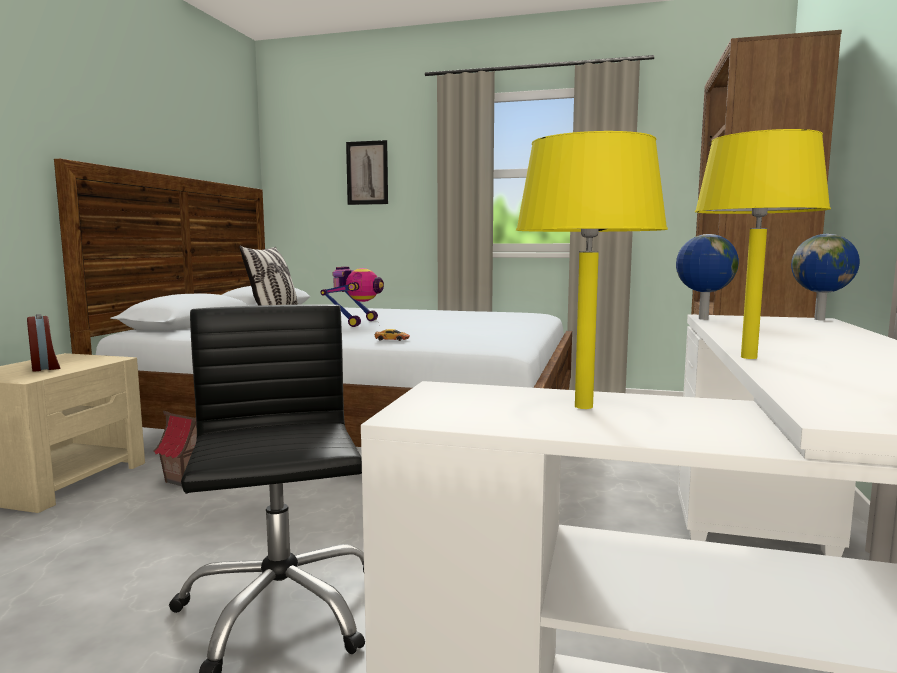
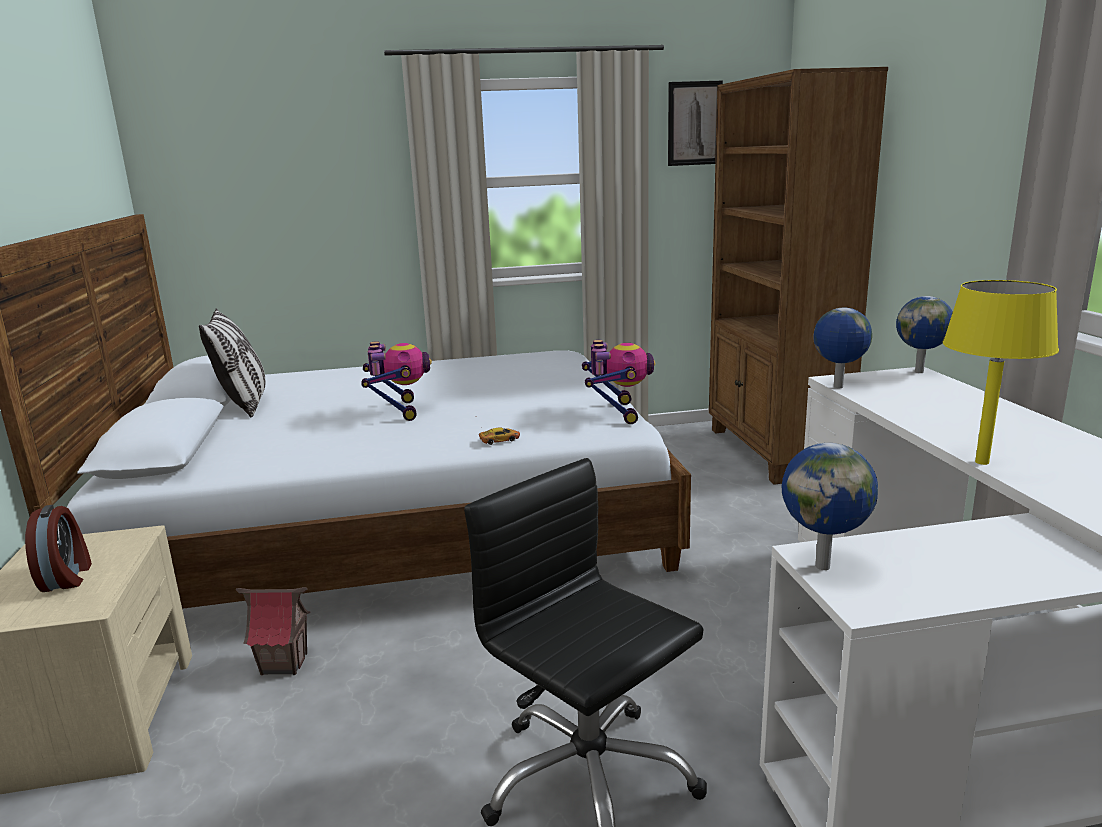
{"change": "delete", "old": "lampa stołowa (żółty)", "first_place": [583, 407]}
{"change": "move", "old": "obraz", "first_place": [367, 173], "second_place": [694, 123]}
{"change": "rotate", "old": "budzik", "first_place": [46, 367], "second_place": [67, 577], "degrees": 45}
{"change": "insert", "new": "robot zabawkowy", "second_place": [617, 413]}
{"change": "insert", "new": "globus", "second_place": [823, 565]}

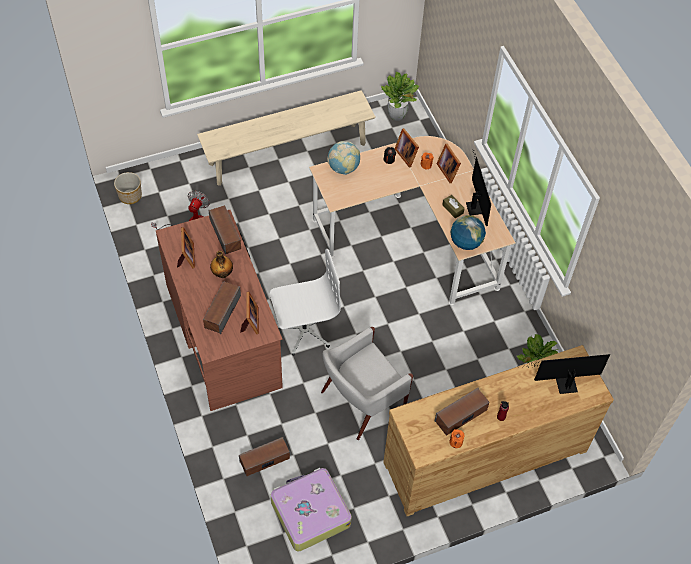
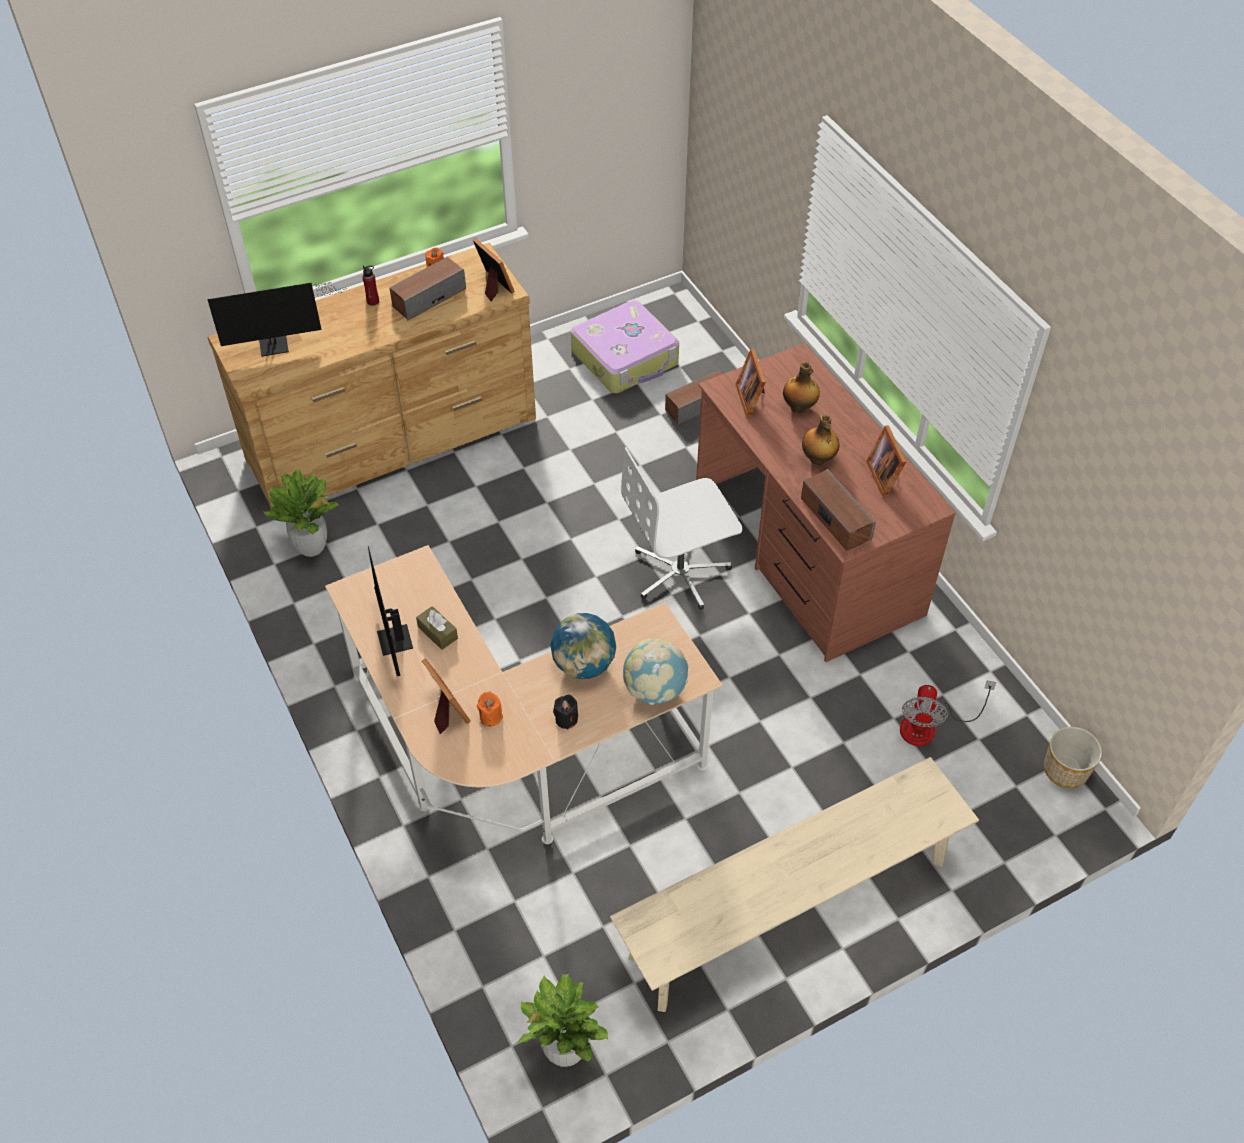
{"change": "move", "old": "ramka na zdjęcie", "first_place": [406, 155], "second_place": [493, 286]}
{"change": "move", "old": "globus", "first_place": [465, 242], "second_place": [584, 664]}
{"change": "replace", "old": "głośnik", "new": "butelka", "first_place": [222, 311], "second_place": [799, 407]}
{"change": "delete", "old": "fotel (biały)", "first_place": [361, 402]}

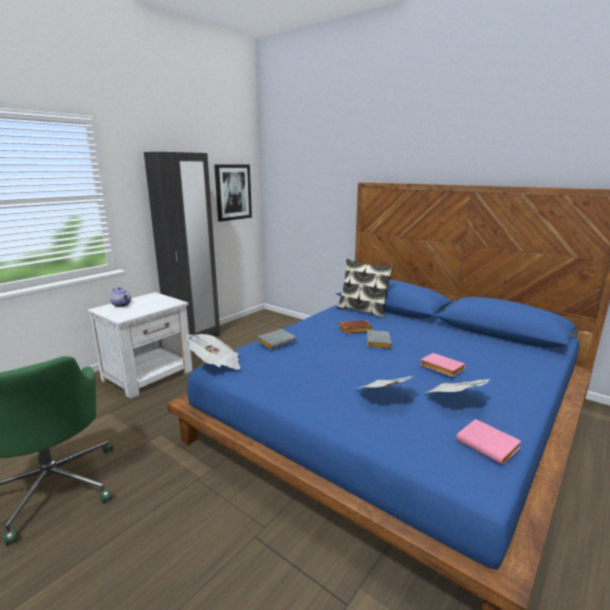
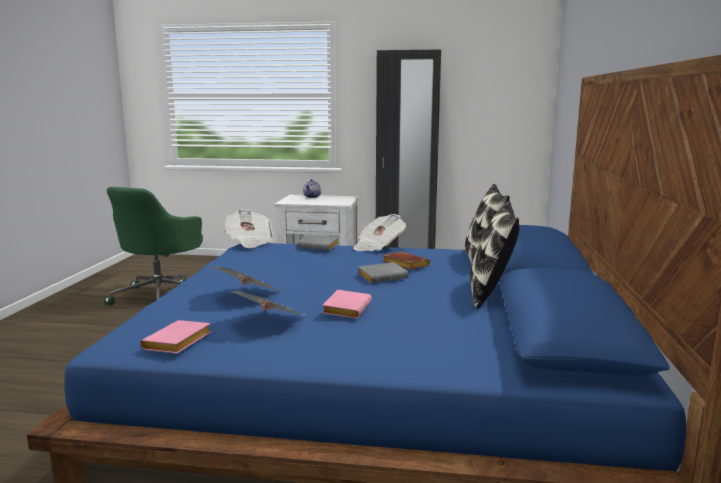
{"change": "delete", "old": "obraz", "first_place": [233, 192]}
{"change": "insert", "new": "poduszka", "second_place": [490, 293]}
{"change": "insert", "new": "gazeta", "second_place": [378, 247]}

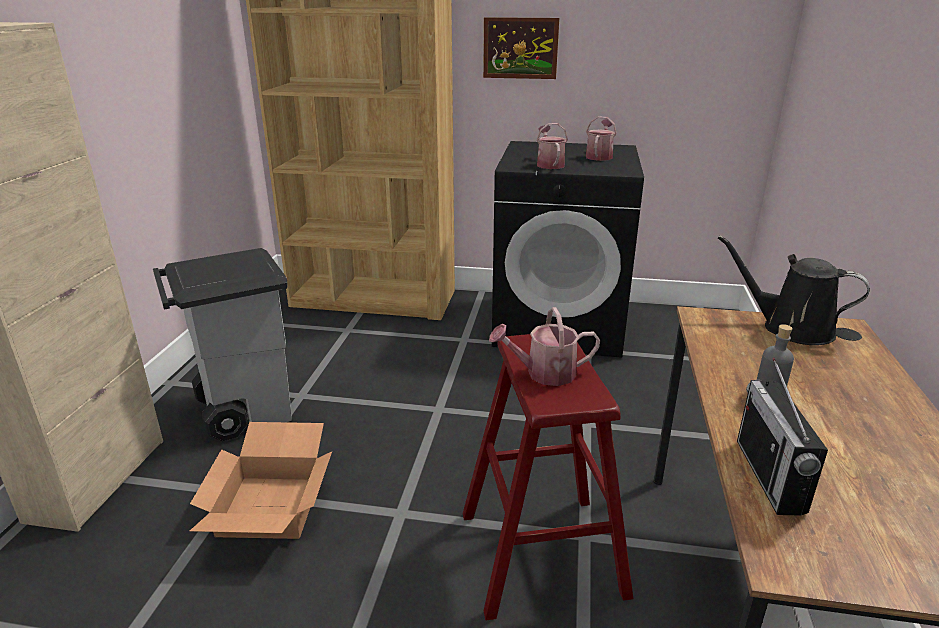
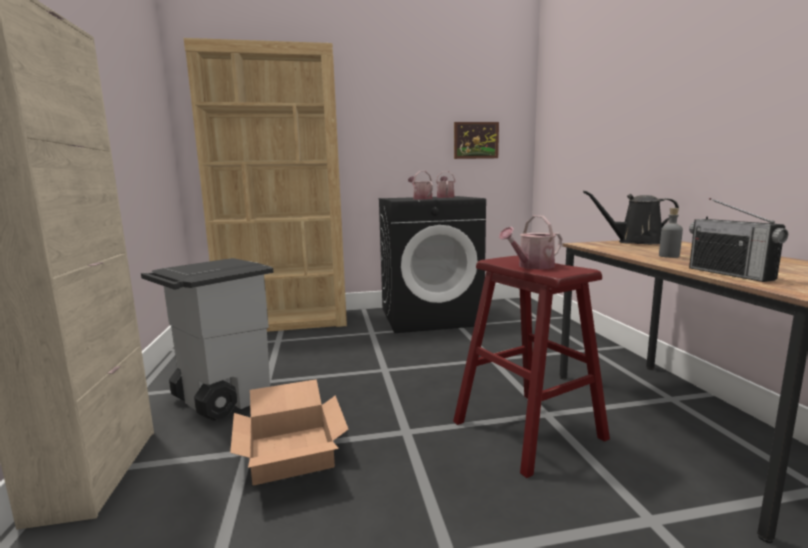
{"change": "move", "old": "obraz", "first_place": [520, 48], "second_place": [476, 140]}

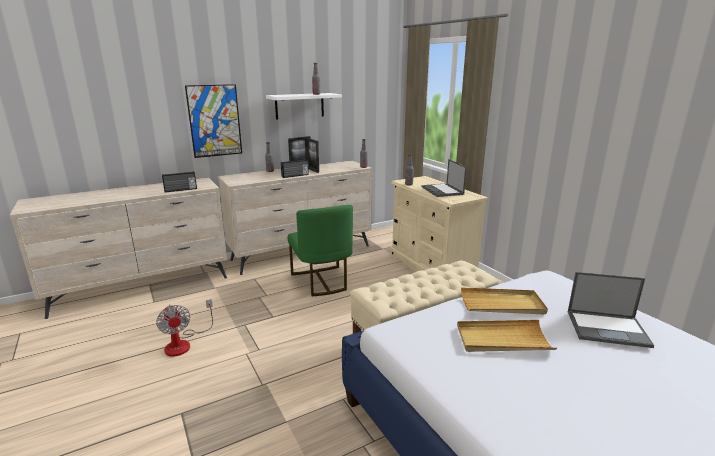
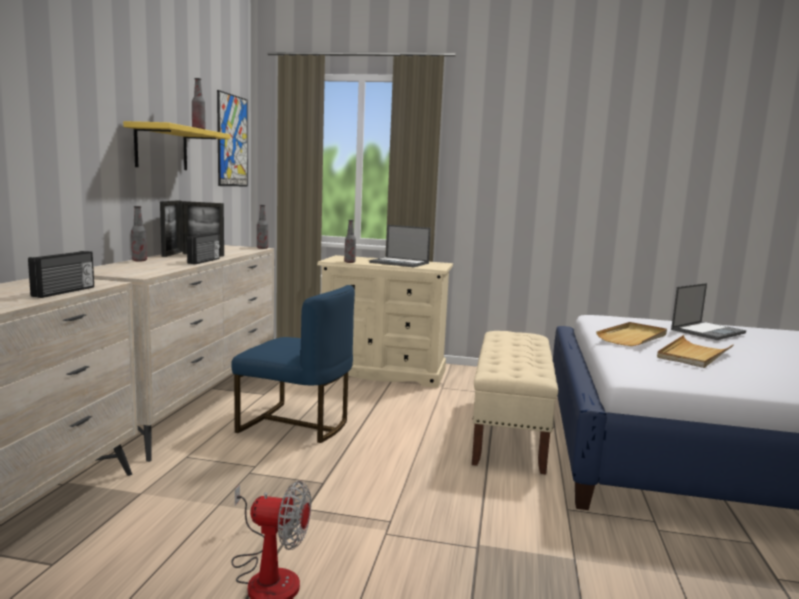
{"change": "move", "old": "obraz", "first_place": [214, 121], "second_place": [232, 141]}
{"change": "recolor", "old": "półka (biały)", "new": "półka (żółty)", "first_place": [299, 106], "second_place": [161, 148]}
{"change": "recolor", "old": "krzesło (zielony)", "new": "krzesło (niebieski)", "first_place": [321, 281], "second_place": [296, 424]}

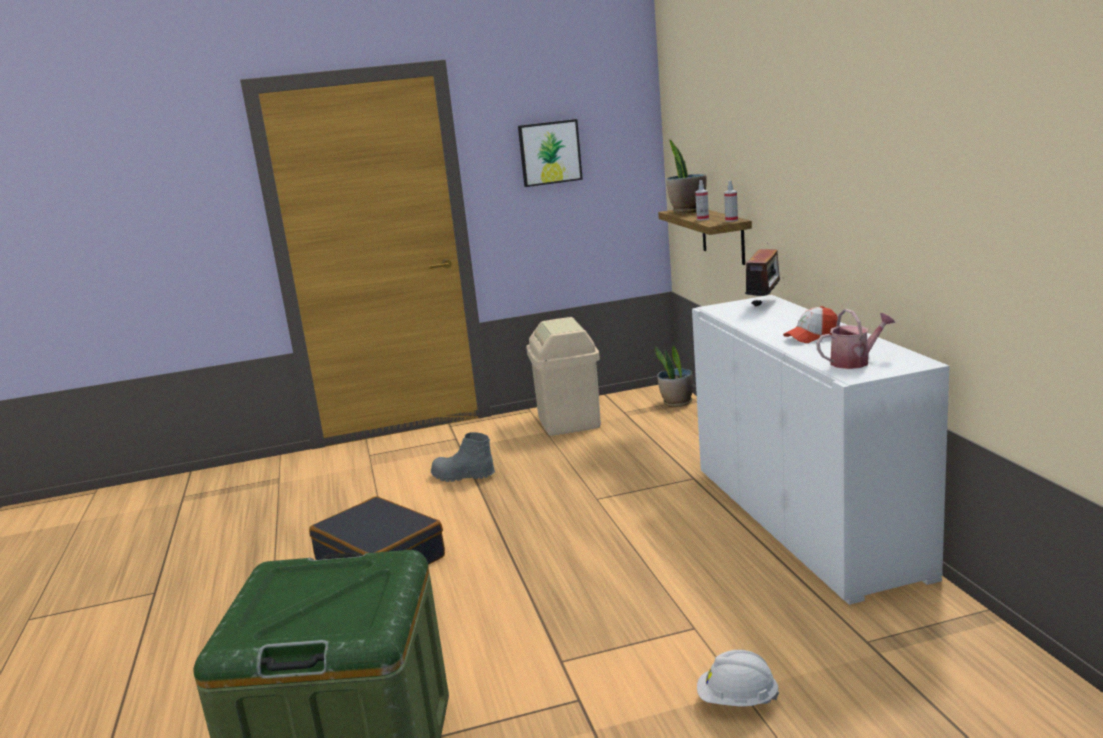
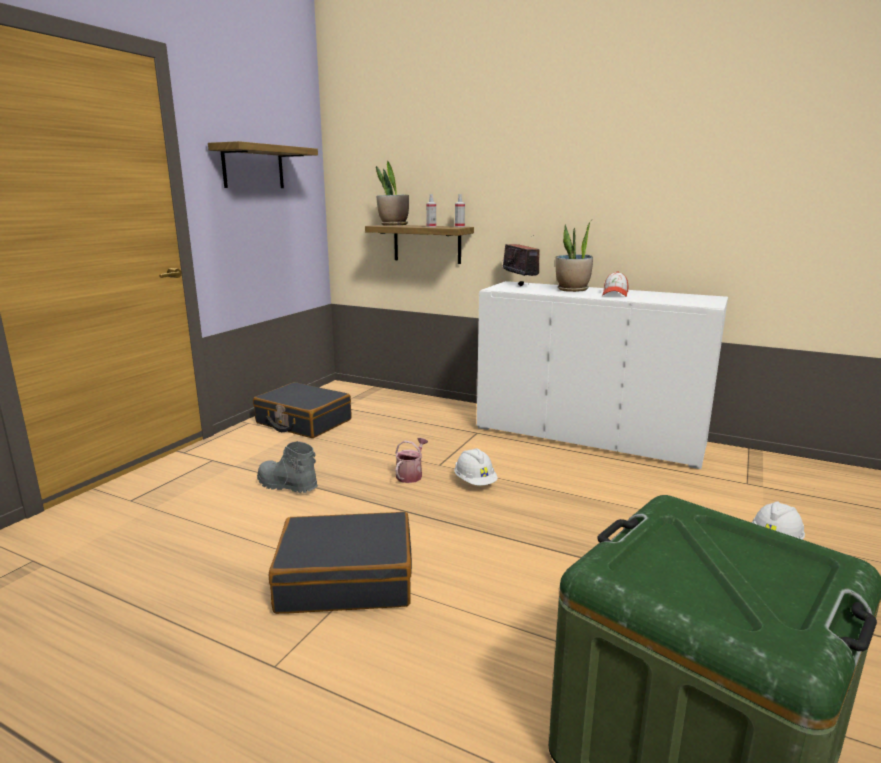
{"change": "replace", "old": "obraz", "new": "półka", "first_place": [549, 152], "second_place": [253, 167]}
{"change": "move", "old": "konewka", "first_place": [854, 361], "second_place": [411, 475]}
{"change": "replace", "old": "kosz na śmieci (beżowy)", "new": "walizka (czarny)", "first_place": [569, 422], "second_place": [303, 422]}
{"change": "move", "old": "roślina doniczkowa", "first_place": [676, 403], "second_place": [572, 290]}
{"change": "rotate", "old": "but z cholewką (szary)", "first_place": [462, 477], "second_place": [286, 486], "degrees": 60}
{"change": "insert", "new": "kask (biały)", "second_place": [475, 482]}

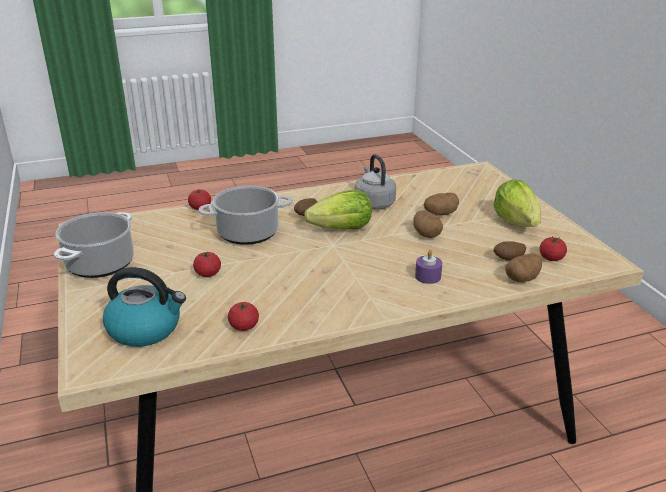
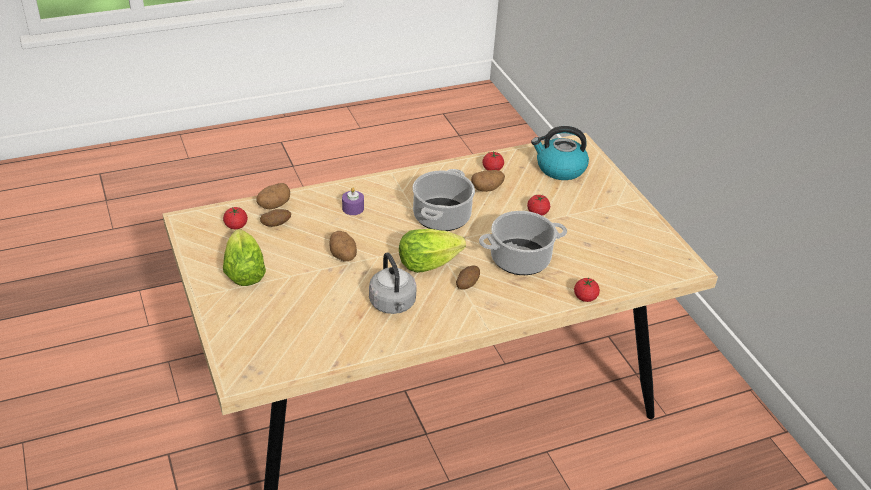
{"change": "move", "old": "ziemniak", "first_place": [440, 214], "second_place": [487, 188]}
{"change": "move", "old": "garnek", "first_place": [101, 263], "second_place": [442, 217]}

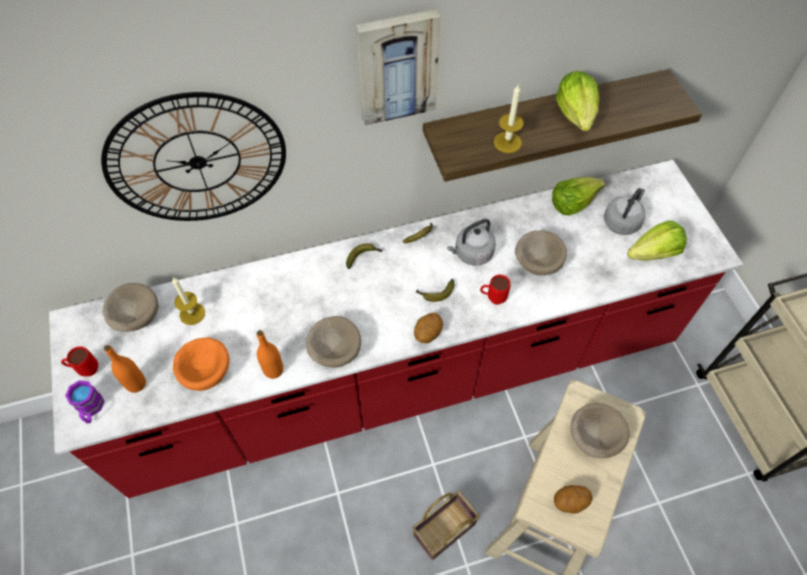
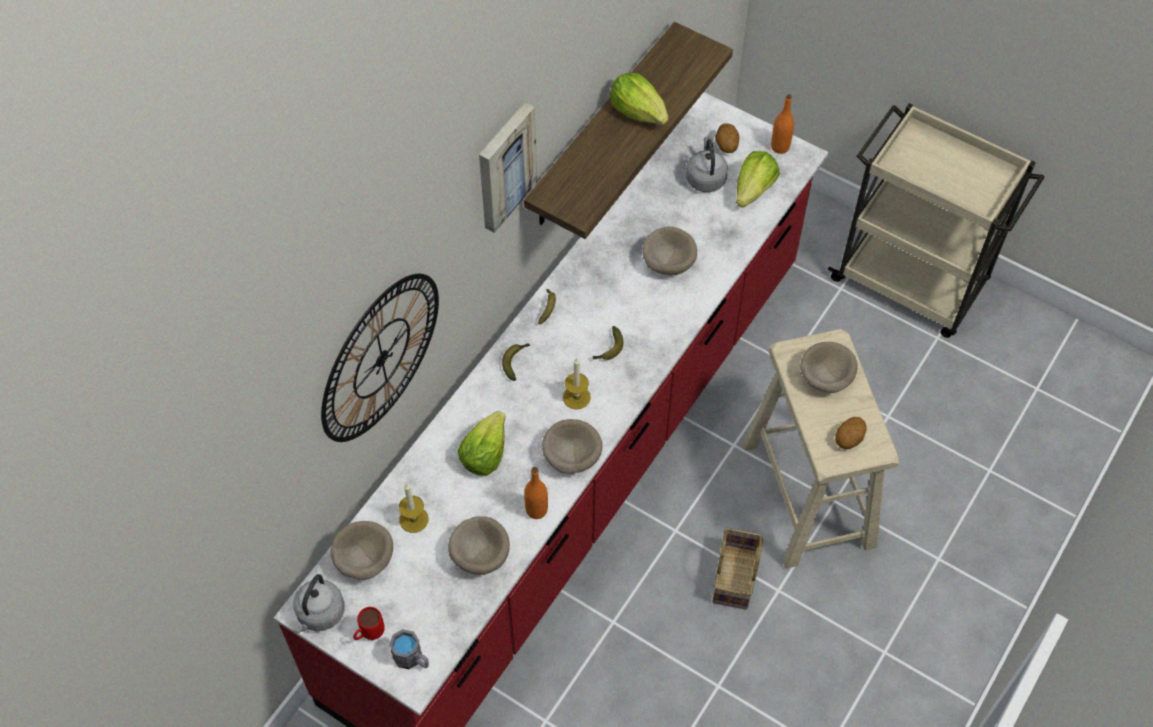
{"change": "move", "old": "świeca", "first_place": [507, 142], "second_place": [576, 397]}
{"change": "move", "old": "sałata", "first_place": [572, 202], "second_place": [484, 453]}
{"change": "move", "old": "czajnik (szary)", "first_place": [471, 254], "second_place": [319, 614]}
{"change": "delete", "old": "kubek (czerwony)", "first_place": [492, 298]}
{"change": "move", "old": "ziemniak", "first_place": [427, 333], "second_place": [726, 146]}
{"change": "recolor", "old": "miska (pomarańczowy)", "new": "miska (beżowy)", "first_place": [207, 371], "second_place": [480, 553]}
{"change": "move", "old": "butelka (pomarańczowy)", "first_place": [136, 384], "second_place": [780, 147]}
{"change": "recolor", "old": "kubek (fioletowy)", "new": "kubek (szary)", "first_place": [91, 409], "second_place": [412, 659]}

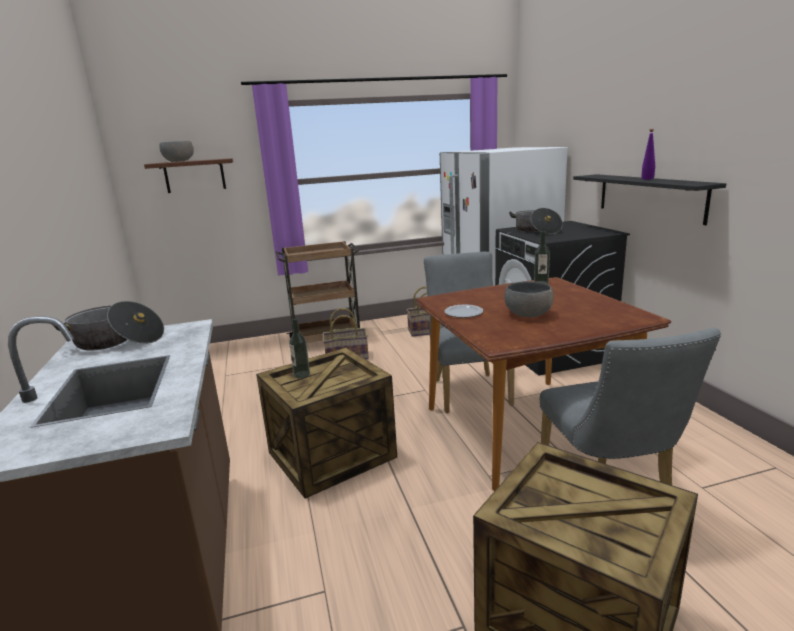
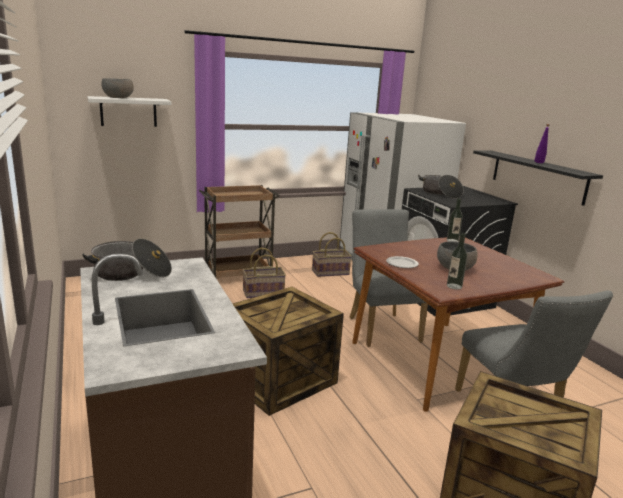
{"change": "recolor", "old": "półka (brązowy)", "new": "półka (biały)", "first_place": [194, 175], "second_place": [128, 112]}
{"change": "move", "old": "butelka", "first_place": [301, 374], "second_place": [454, 286]}

